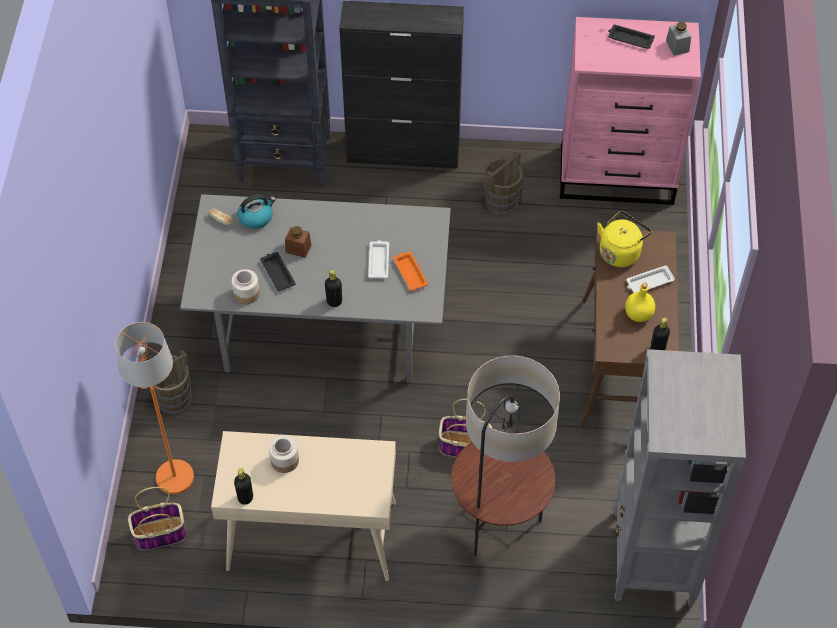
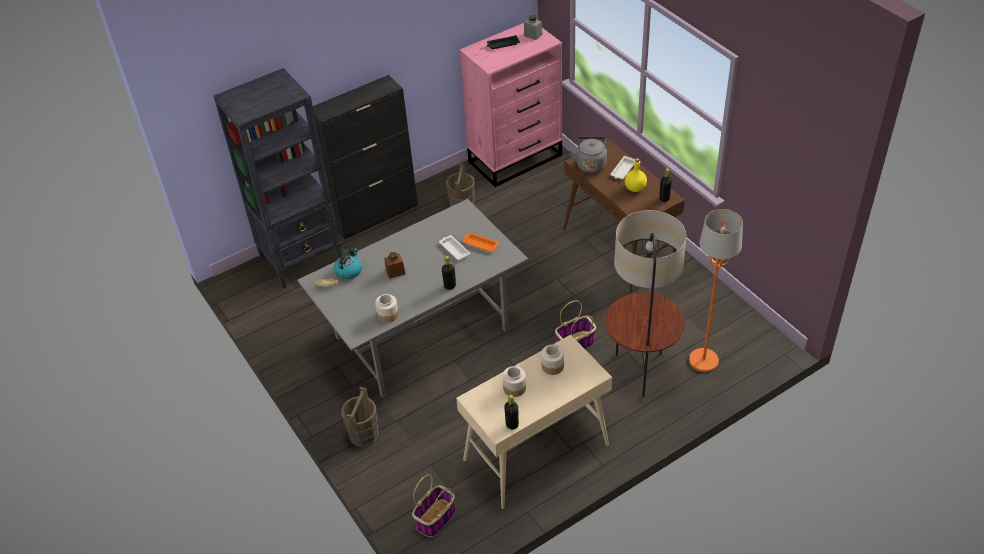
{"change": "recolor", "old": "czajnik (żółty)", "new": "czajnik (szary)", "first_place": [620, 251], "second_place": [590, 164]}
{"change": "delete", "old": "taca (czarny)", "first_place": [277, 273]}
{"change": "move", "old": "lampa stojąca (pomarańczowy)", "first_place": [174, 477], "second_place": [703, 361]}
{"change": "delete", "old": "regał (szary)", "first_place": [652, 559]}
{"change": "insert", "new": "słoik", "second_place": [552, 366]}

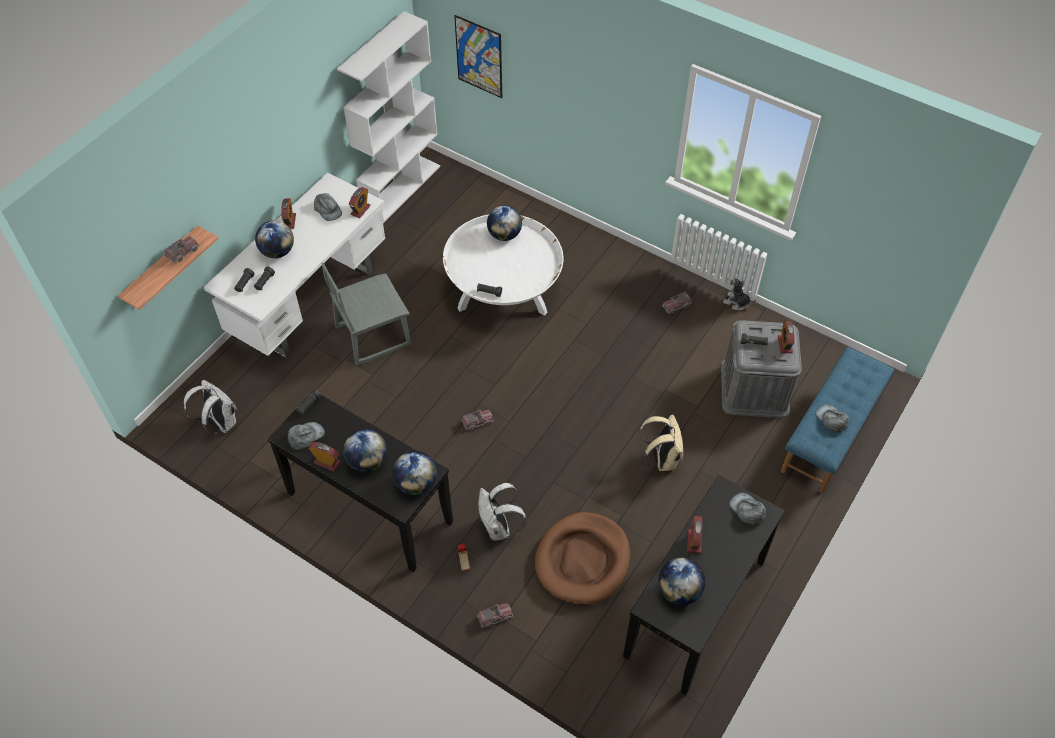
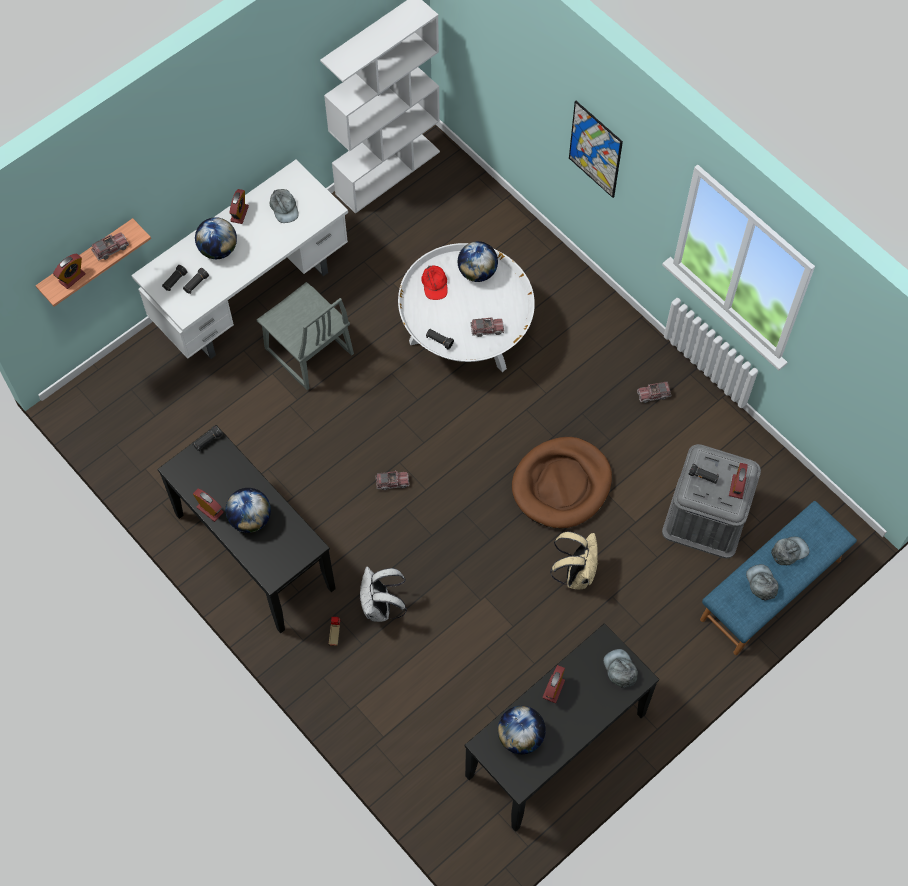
{"change": "move", "old": "obraz", "first_place": [479, 57], "second_place": [595, 149]}
{"change": "move", "old": "budzik", "first_place": [360, 210], "second_place": [72, 278]}
{"change": "rotate", "old": "krzesło (szary)", "first_place": [372, 335], "second_place": [308, 352], "degrees": -120}
{"change": "delete", "old": "pluszak", "first_place": [736, 302]}
{"change": "delete", "old": "plecak (biały)", "first_place": [219, 423]}
{"change": "move", "old": "czapka z daszkiem (szary)", "first_place": [305, 436], "second_place": [789, 551]}
{"change": "delete", "old": "globus", "first_place": [416, 483]}
{"change": "move", "old": "legowisko (brązowy)", "first_place": [582, 560], "second_place": [561, 485]}
{"change": "move", "old": "ciężarówka zabawkowa", "first_place": [495, 617], "second_place": [487, 329]}
{"change": "insert", "new": "czapka z daszkiem (czerwony)", "second_place": [434, 284]}

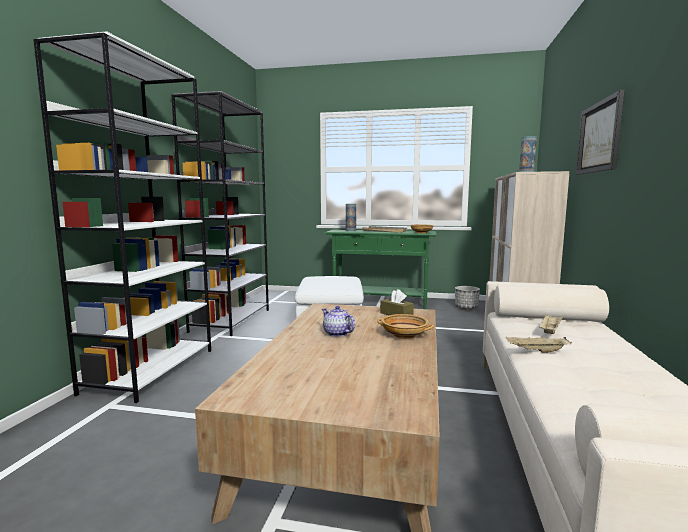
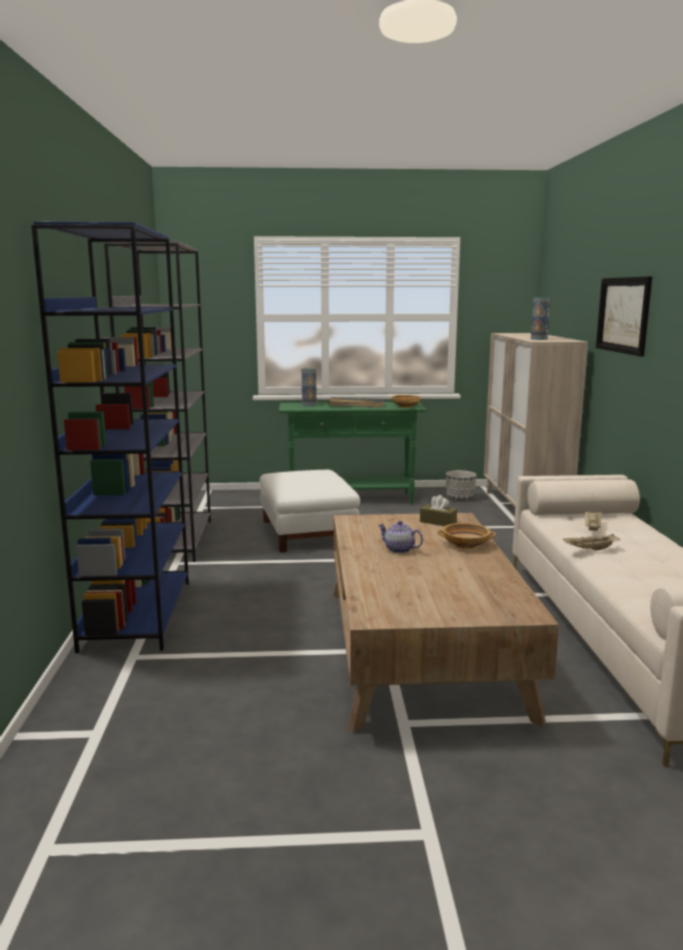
{"change": "recolor", "old": "regał (biały)", "new": "regał (niebieski)", "first_place": [151, 370], "second_place": [137, 614]}

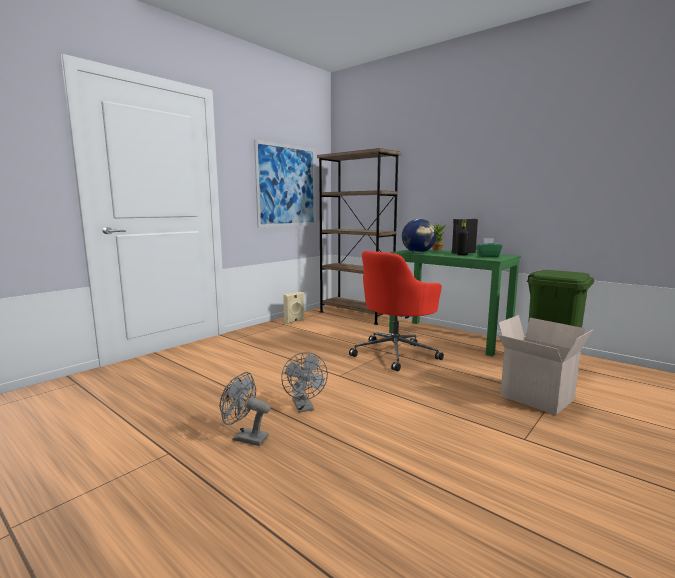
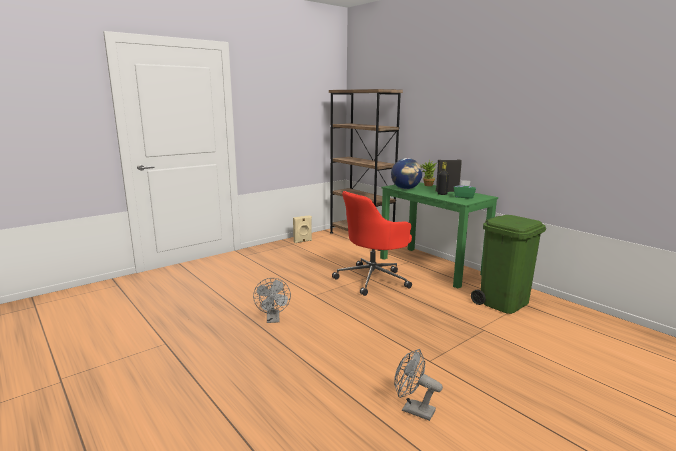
{"change": "delete", "old": "obraz", "first_place": [287, 186]}
{"change": "delete", "old": "karton", "first_place": [535, 398]}
{"change": "move", "old": "wentylator (szary)", "first_place": [245, 438], "second_place": [413, 409]}

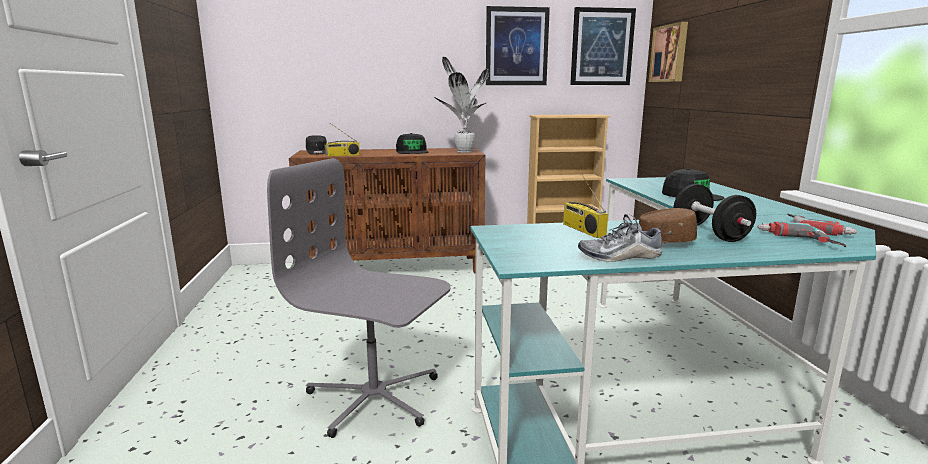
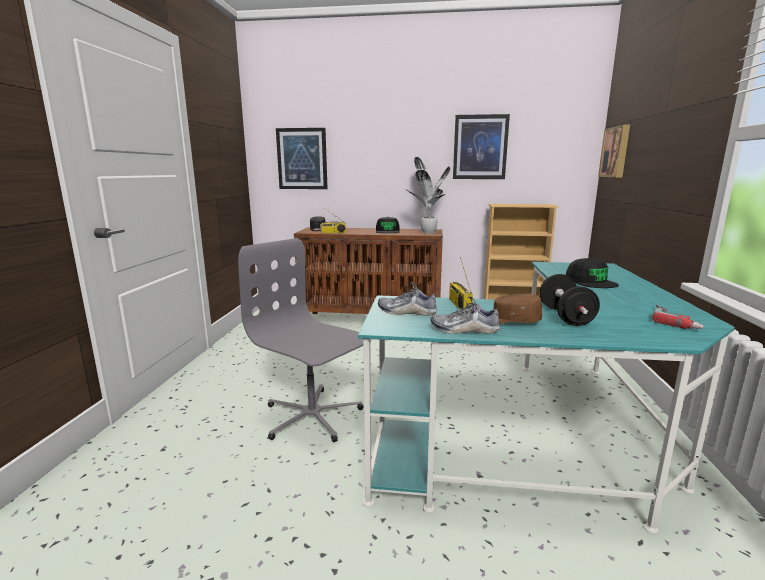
{"change": "move", "old": "obraz", "first_place": [602, 47], "second_place": [302, 159]}
{"change": "delete", "old": "wiertarka", "first_place": [797, 241]}
{"change": "insert", "new": "but", "second_place": [406, 312]}

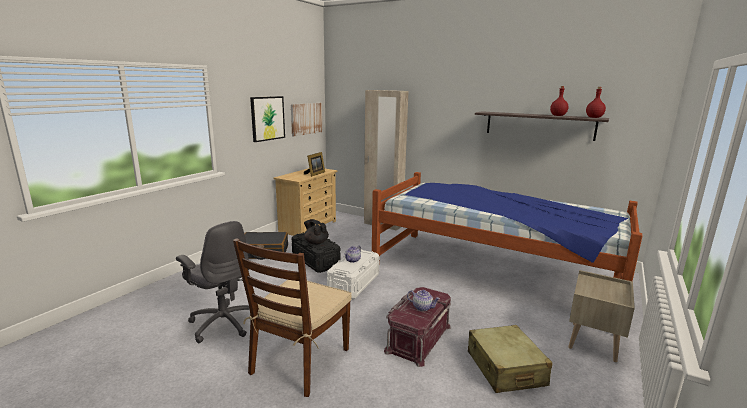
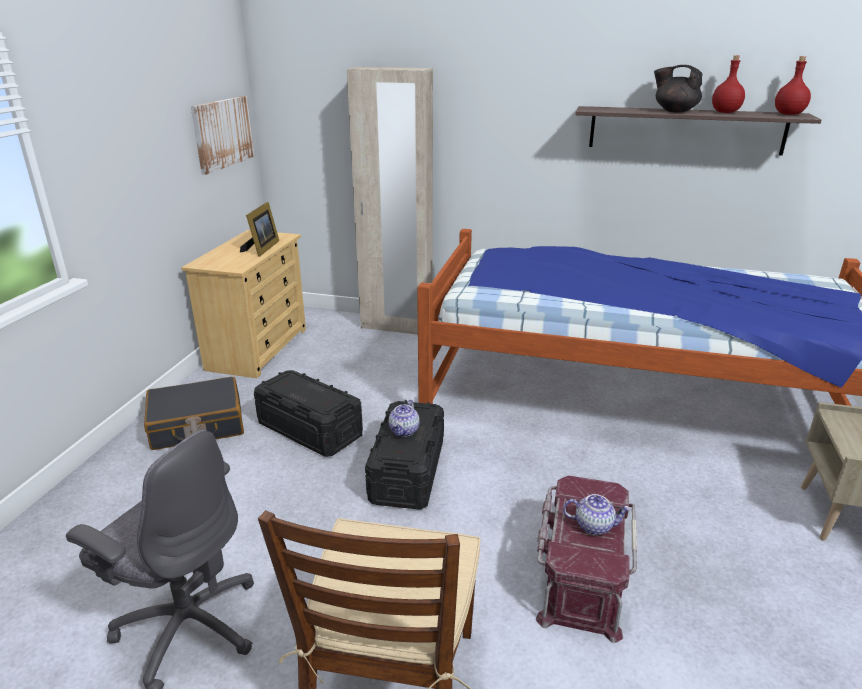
{"change": "delete", "old": "obraz", "first_place": [267, 118]}
{"change": "move", "old": "imbryk (czarny)", "first_place": [316, 242], "second_place": [674, 111]}
{"change": "recolor", "old": "pojemnik do przechowywania (biały)", "new": "pojemnik do przechowywania (czarny)", "first_place": [354, 283], "second_place": [408, 471]}
{"change": "delete", "old": "walizka (beżowy)", "first_place": [505, 368]}

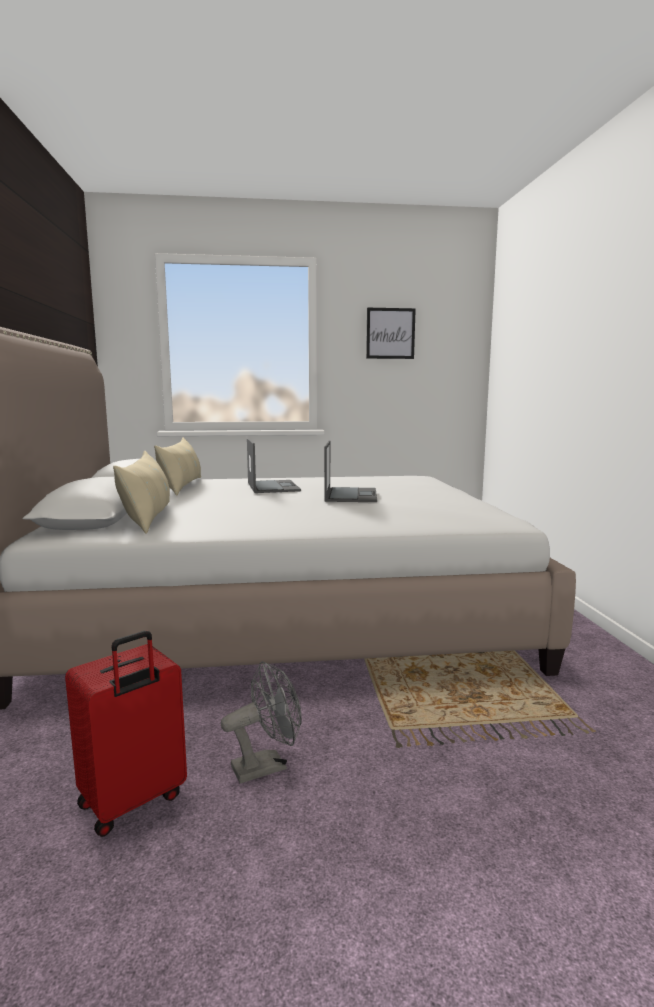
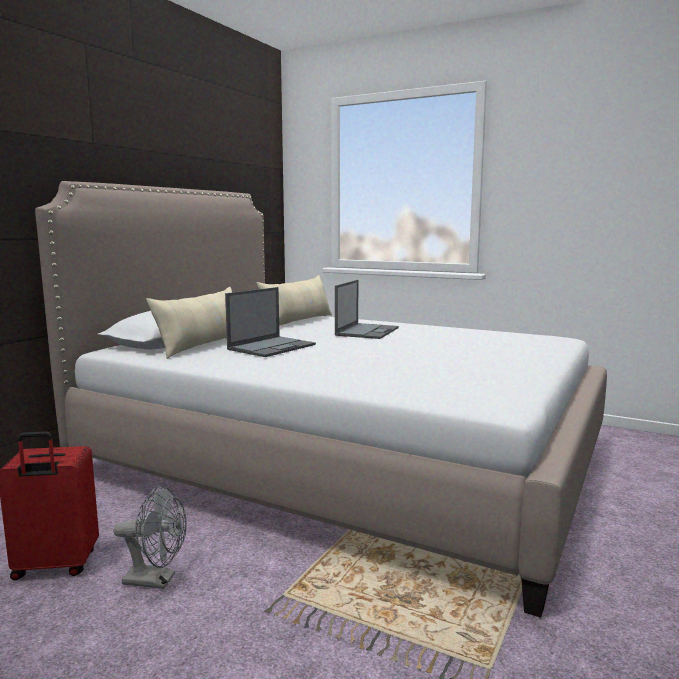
{"change": "delete", "old": "obraz", "first_place": [390, 333]}
{"change": "move", "old": "laptop", "first_place": [350, 495], "second_place": [272, 347]}

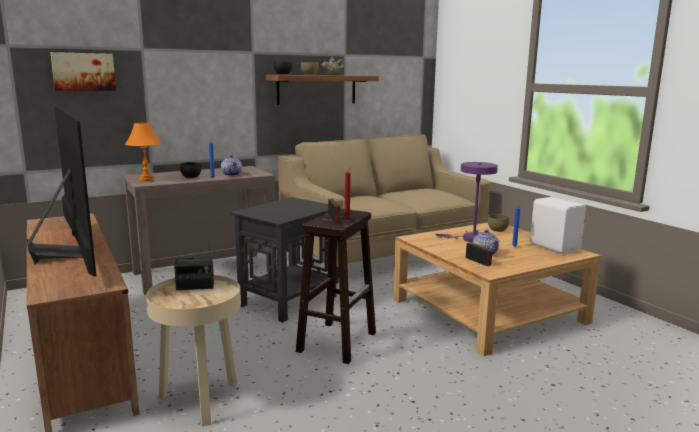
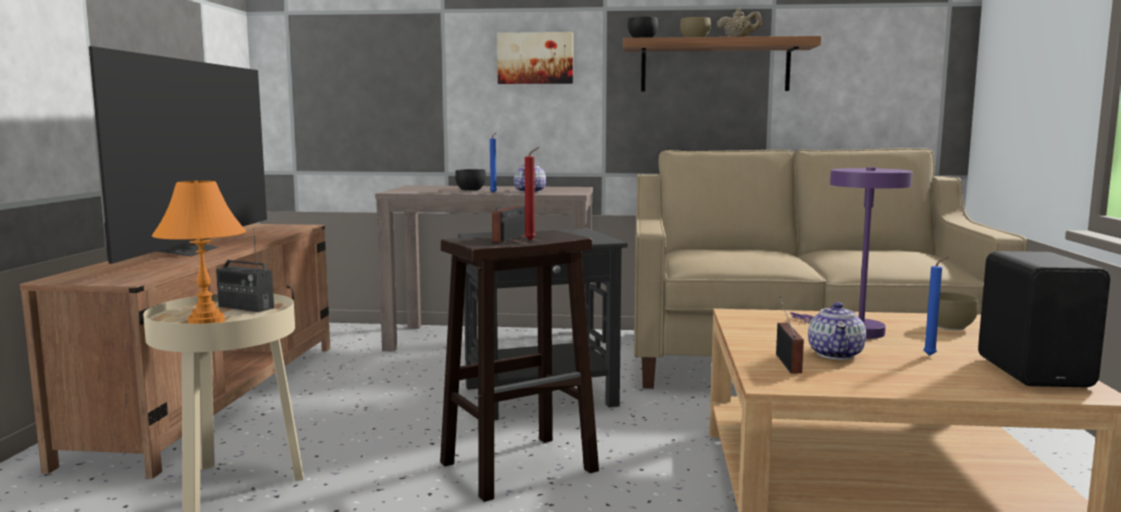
{"change": "move", "old": "obraz", "first_place": [83, 72], "second_place": [535, 58]}
{"change": "move", "old": "lampa stołowa (pomarańczowy)", "first_place": [146, 180], "second_place": [205, 322]}
{"change": "recolor", "old": "głośnik (biały)", "new": "głośnik (czarny)", "first_place": [554, 247], "second_place": [1035, 372]}

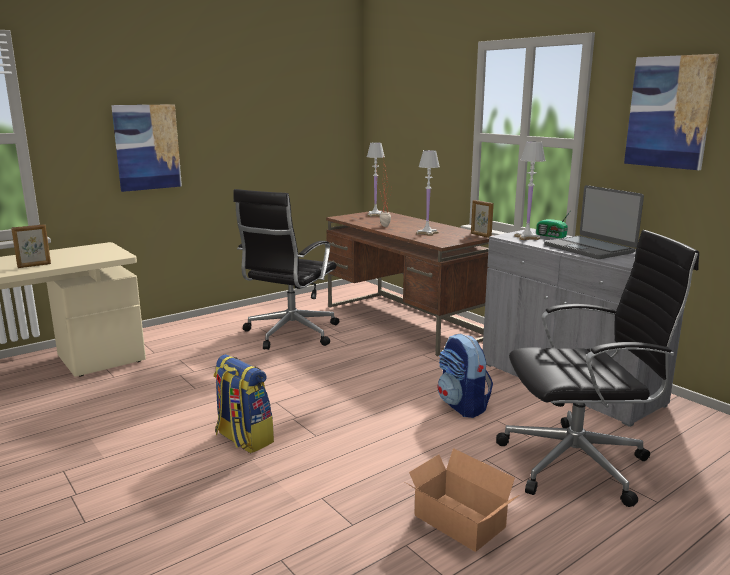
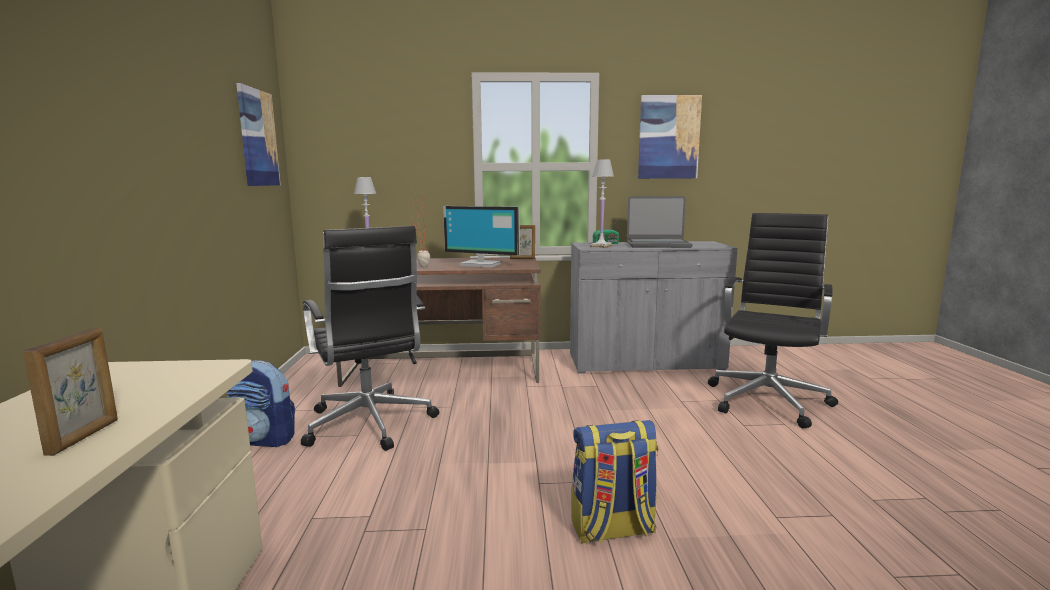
{"change": "move", "old": "obraz", "first_place": [147, 147], "second_place": [258, 138]}
{"change": "replace", "old": "lampa stołowa (biały)", "new": "monitor", "first_place": [427, 233], "second_place": [482, 264]}
{"change": "move", "old": "plecak", "first_place": [462, 406], "second_place": [265, 439]}
{"change": "delete", "old": "karton", "first_place": [459, 524]}

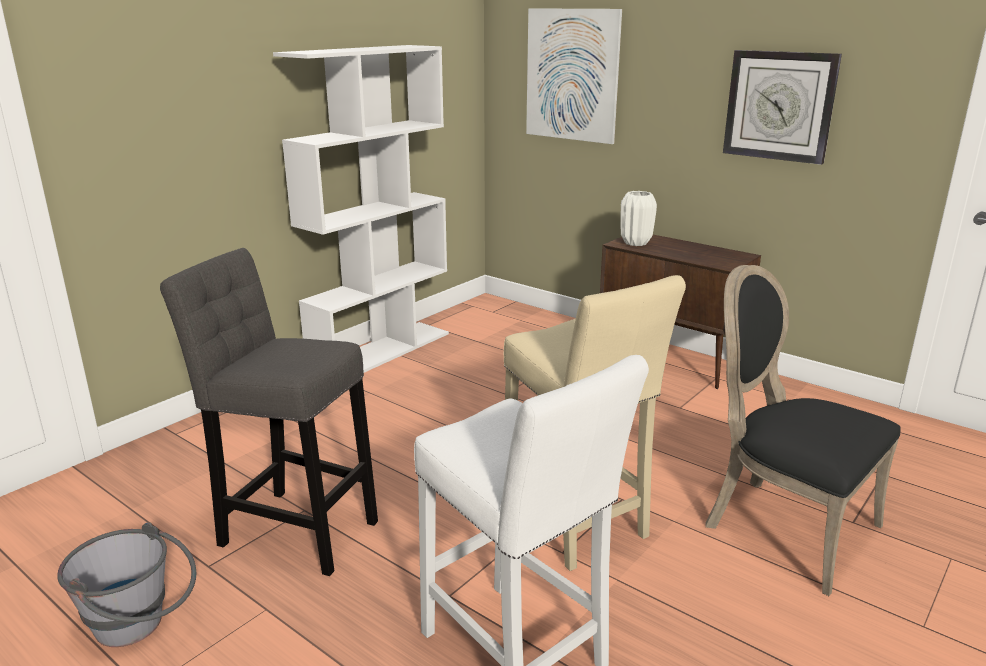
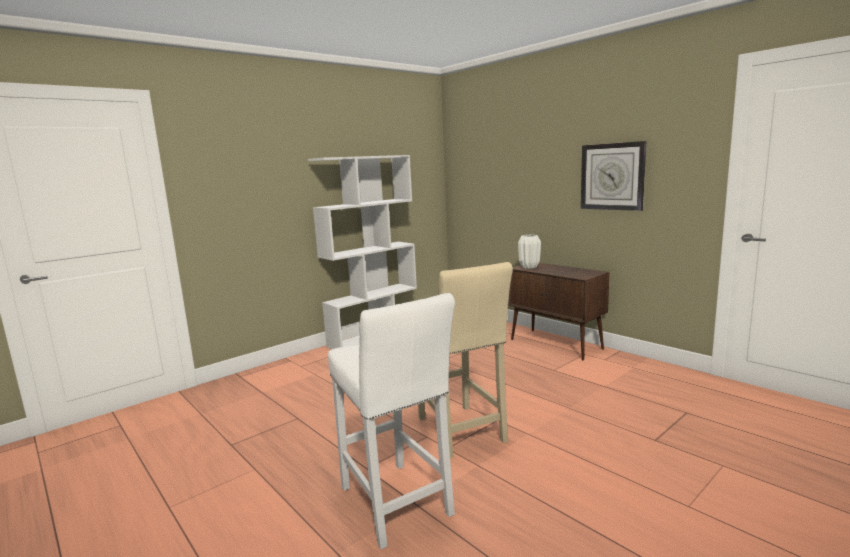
{"change": "delete", "old": "obraz", "first_place": [572, 75]}
{"change": "delete", "old": "stołek (szary)", "first_place": [293, 529]}
{"change": "delete", "old": "krzesło (czarny)", "first_place": [783, 526]}
{"change": "delete", "old": "wiadro (szary)", "first_place": [140, 626]}

